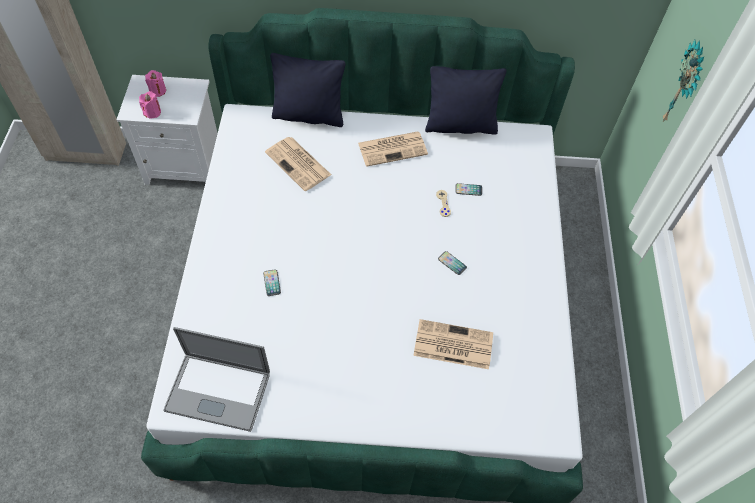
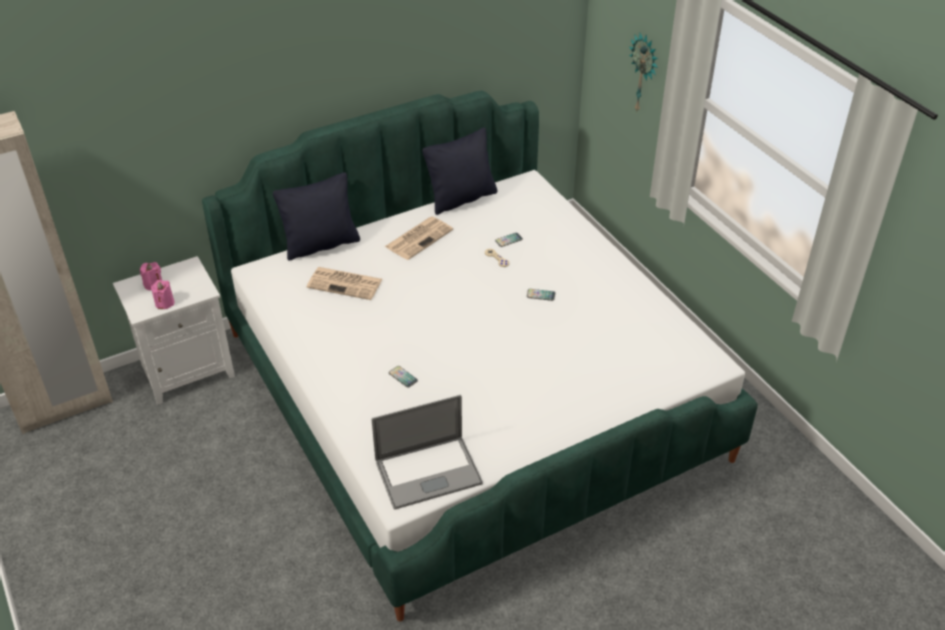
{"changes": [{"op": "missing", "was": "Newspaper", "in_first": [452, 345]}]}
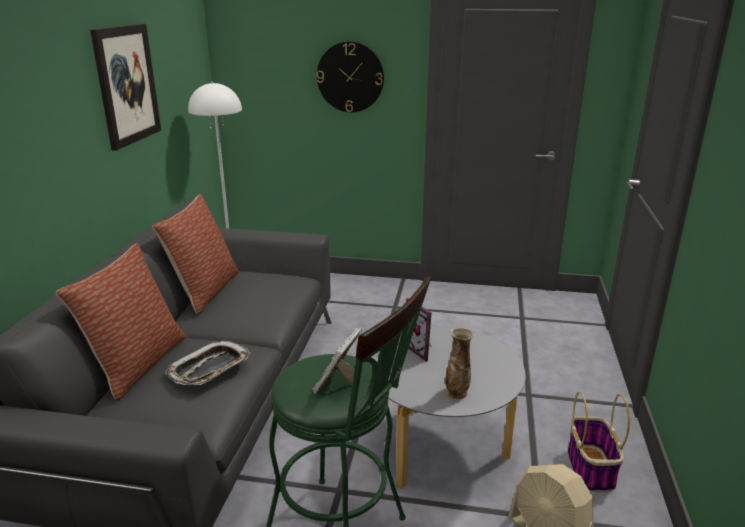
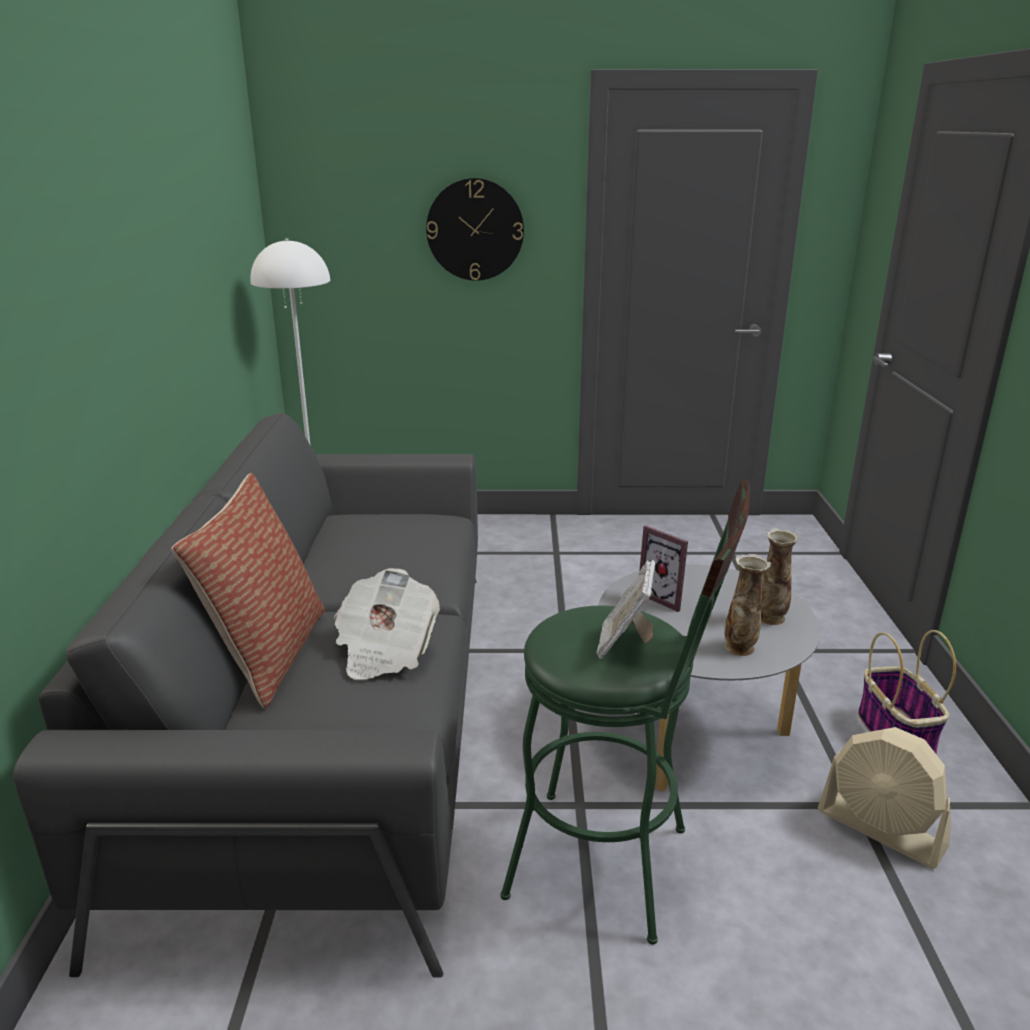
{"changes": [{"op": "missing", "was": "Picture", "in_first": [127, 85]}, {"op": "missing", "was": "Pillow", "in_first": [204, 291]}, {"op": "exchanged", "was": "Tray", "now": "Newspaper", "in_first": [209, 369], "in_second": [385, 649]}, {"op": "appeared", "now": "Vase", "in_second": [770, 618]}]}
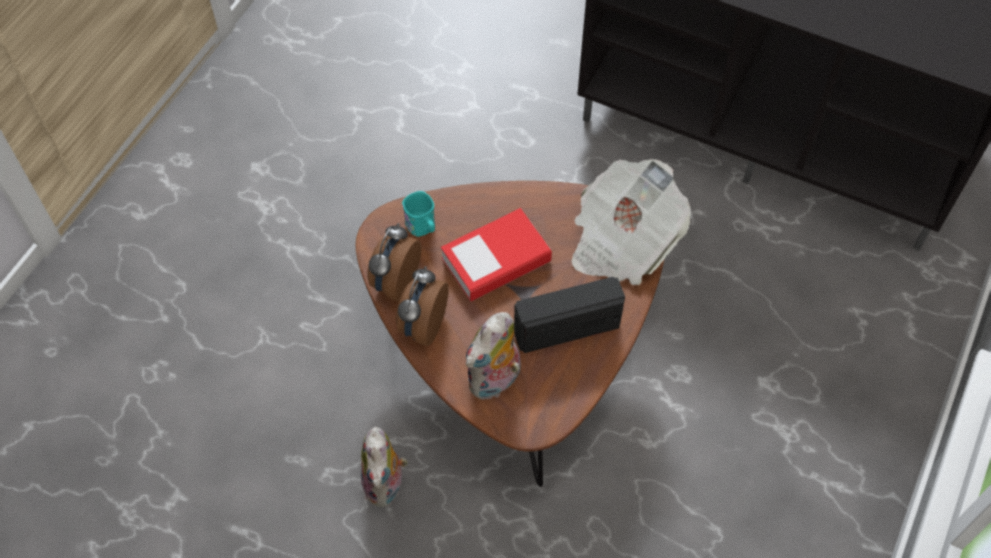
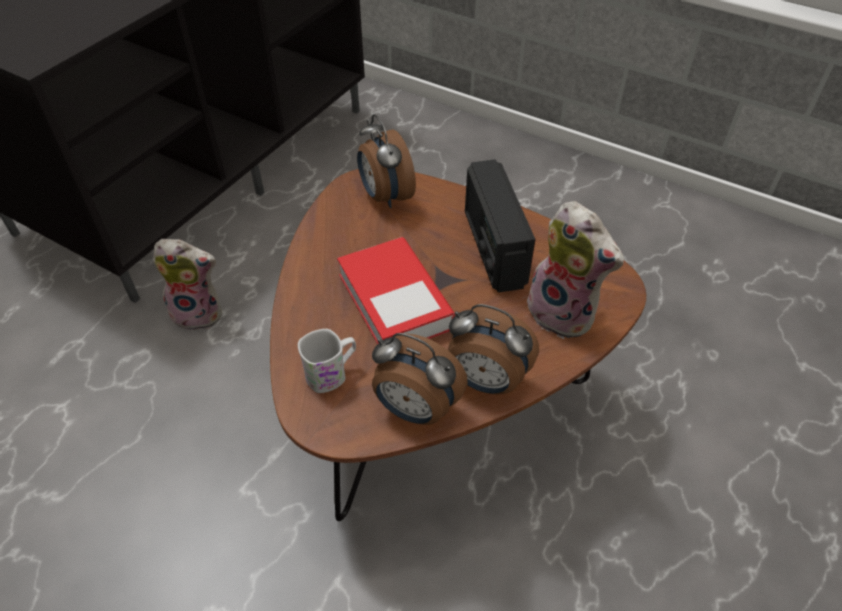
{"changes": [{"op": "relocated", "was": "PlushToy", "in_first": [386, 484], "in_second": [200, 312]}, {"op": "colour", "was": "TurquoiseMug", "now": "WhiteMug", "in_first": [423, 228], "in_second": [332, 373]}, {"op": "exchanged", "was": "Newspaper", "now": "AlarmClock", "in_first": [622, 240], "in_second": [385, 196]}]}
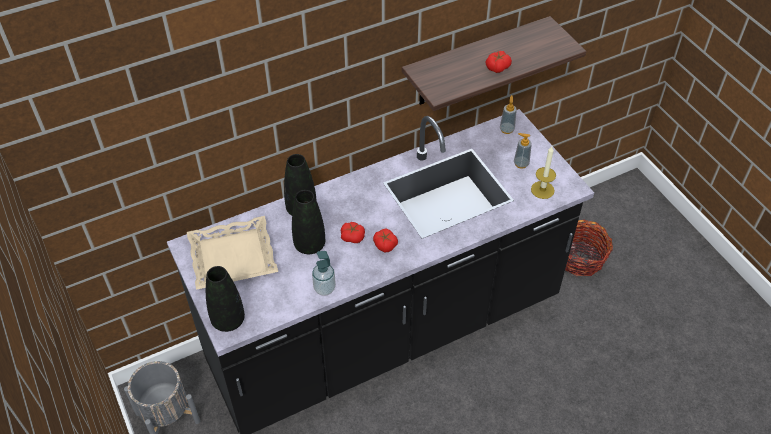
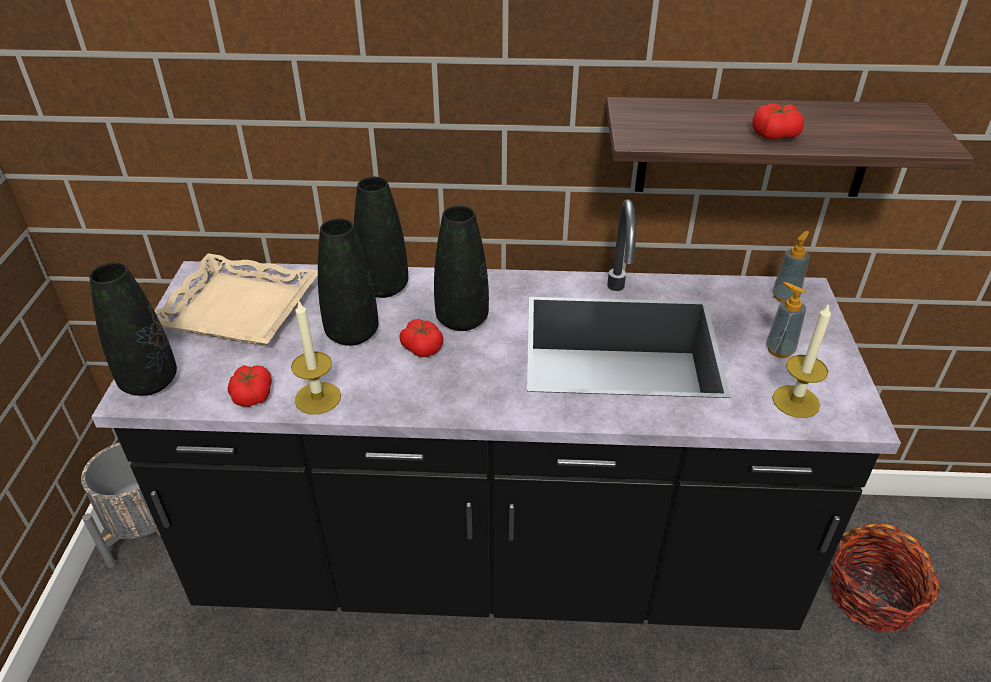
{"changes": [{"op": "exchanged", "was": "SoapDispenser", "now": "Candle", "in_first": [324, 288], "in_second": [318, 398]}, {"op": "relocated", "was": "Tomato", "in_first": [385, 245], "in_second": [252, 395]}, {"op": "appeared", "now": "BlackVase", "in_second": [462, 320]}]}
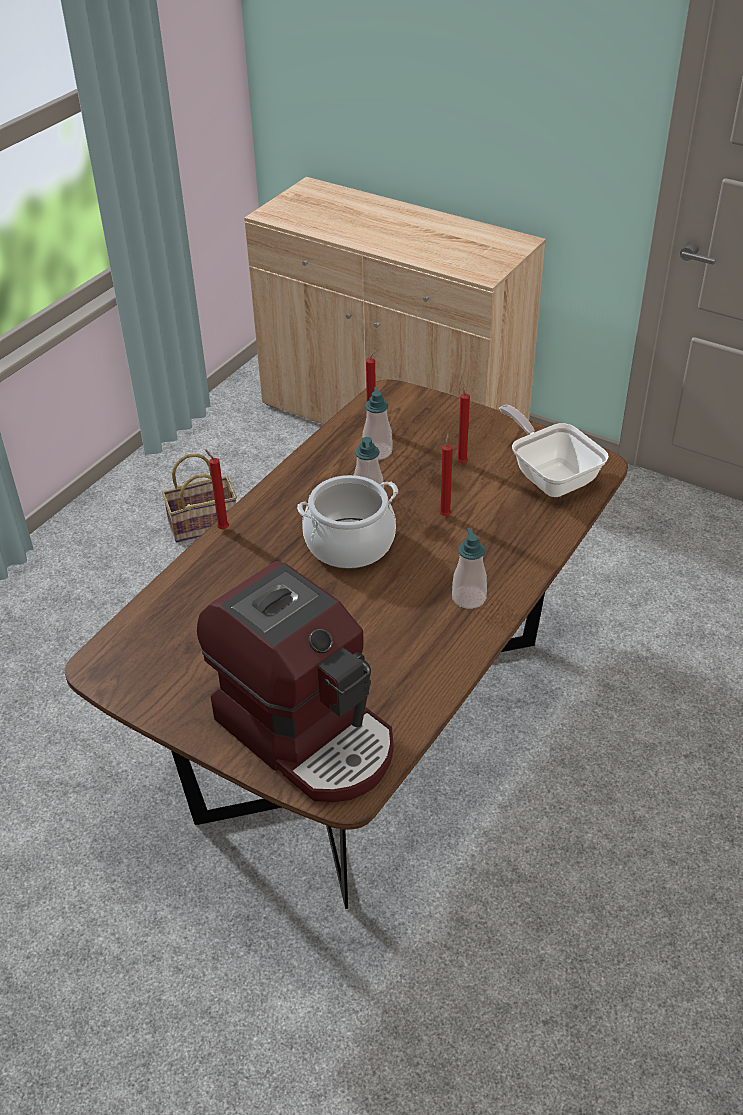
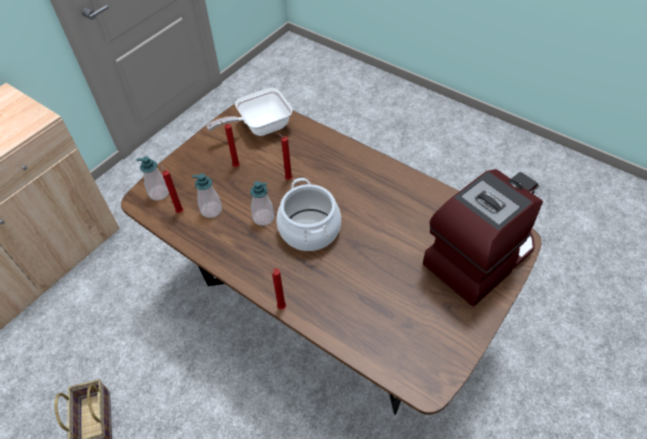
{"changes": [{"op": "relocated", "was": "SoapDispenser", "in_first": [469, 598], "in_second": [159, 193]}]}
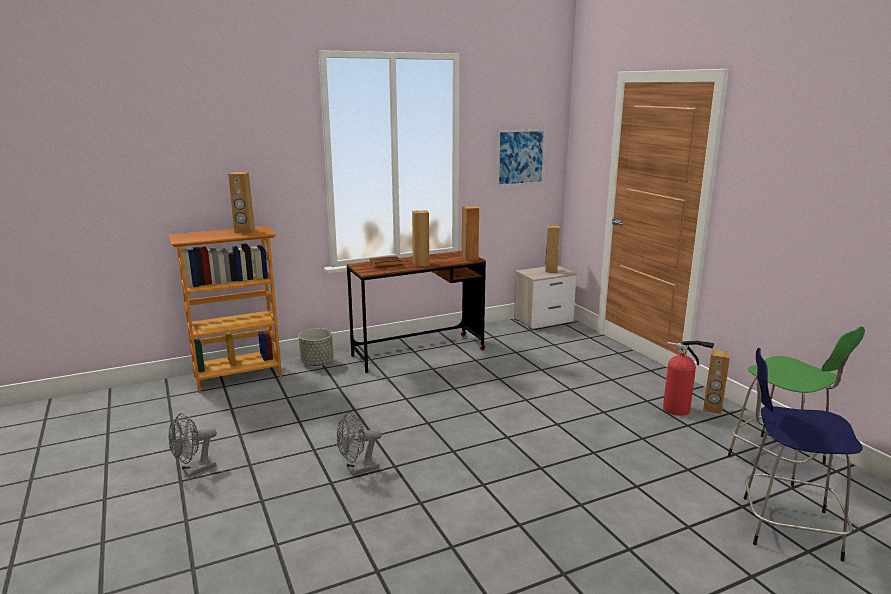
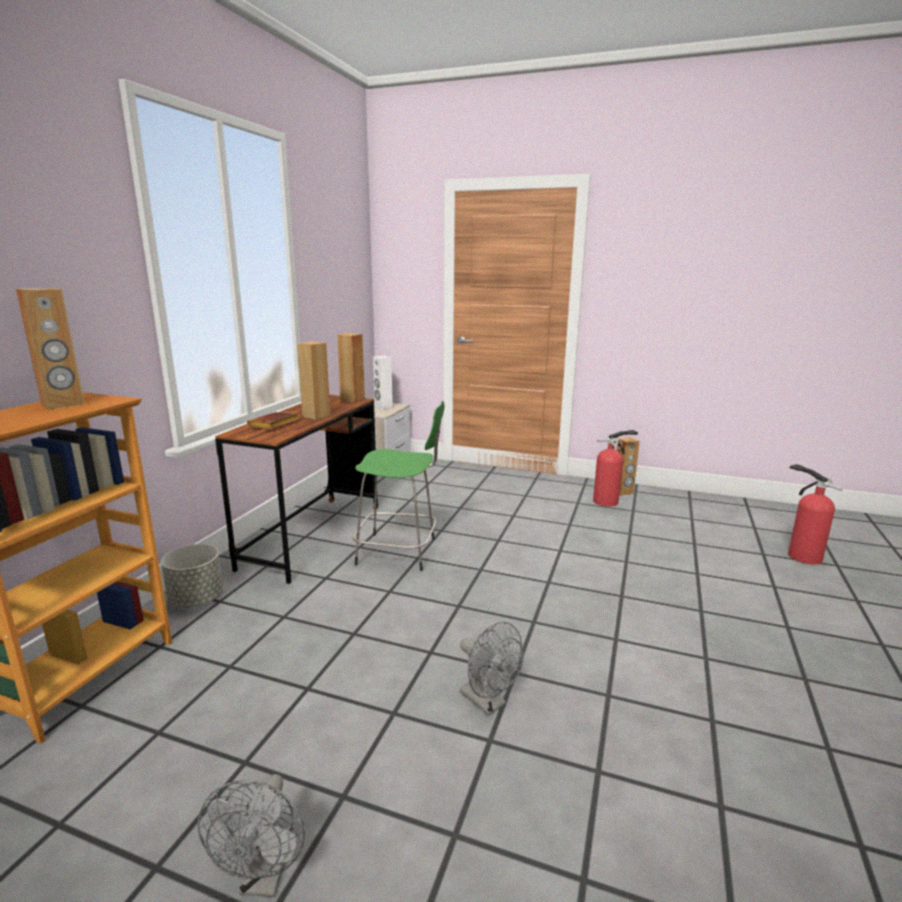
{"changes": [{"op": "spun", "was": "GreyFan", "in_first": [358, 469], "in_second": [488, 702], "clockwise": -60}, {"op": "missing", "was": "Picture", "in_first": [520, 157]}, {"op": "colour", "was": "BrownSpeaker", "now": "WhiteSpeaker", "in_first": [551, 270], "in_second": [383, 407]}, {"op": "relocated", "was": "GreenStool", "in_first": [779, 461], "in_second": [400, 552]}, {"op": "exchanged", "was": "BlueStool", "now": "FireExtinguisher", "in_first": [785, 526], "in_second": [801, 555]}]}
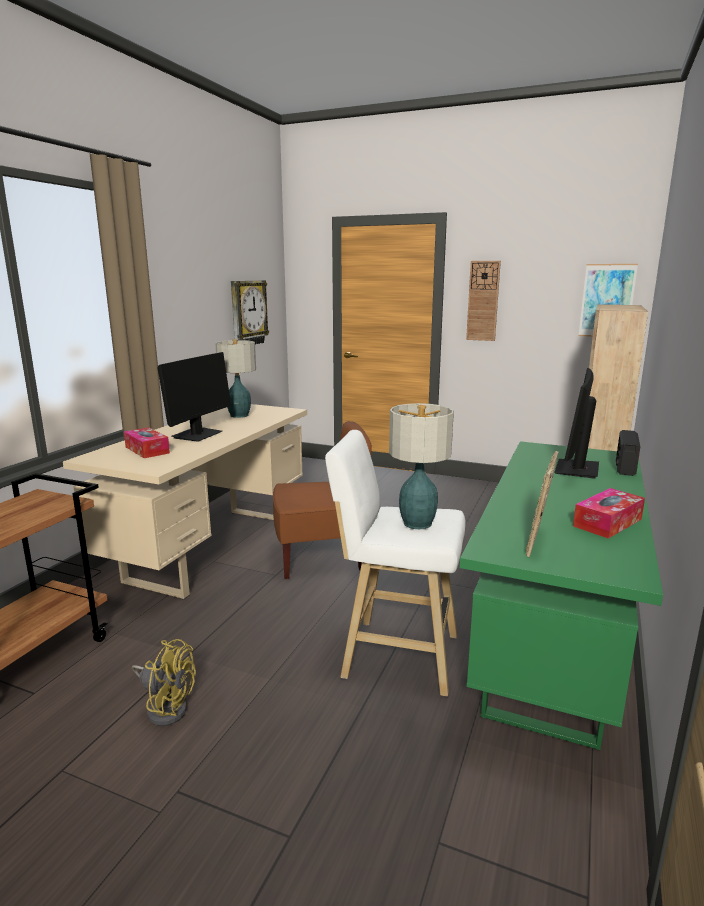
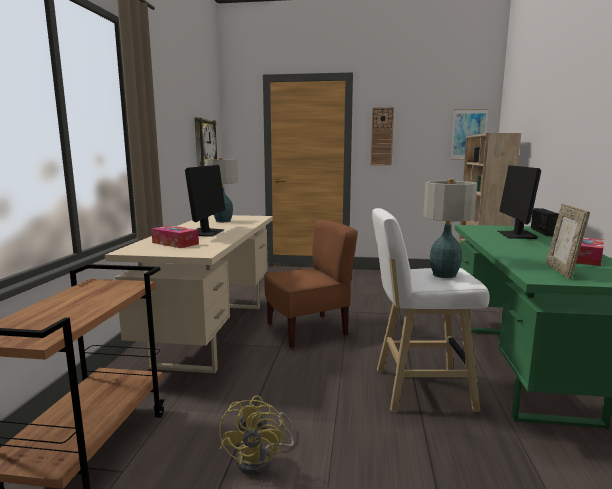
{"changes": [{"op": "spun", "was": "YellowFan", "in_first": [166, 707], "in_second": [262, 459], "clockwise": 90}]}
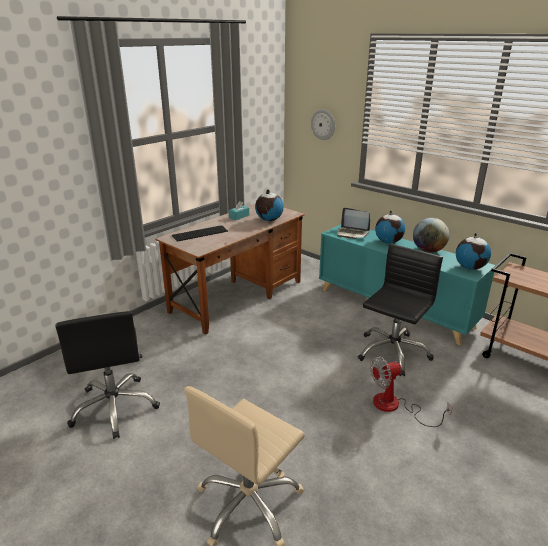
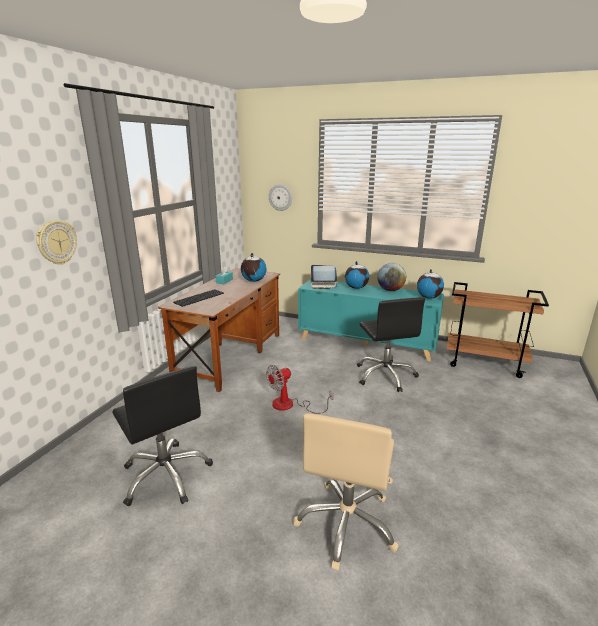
{"changes": [{"op": "spun", "was": "BlackOfficeChair", "in_first": [392, 352], "in_second": [385, 375], "clockwise": 150}, {"op": "relocated", "was": "Fan", "in_first": [395, 406], "in_second": [290, 405]}, {"op": "appeared", "now": "WallClock", "in_second": [56, 242]}]}
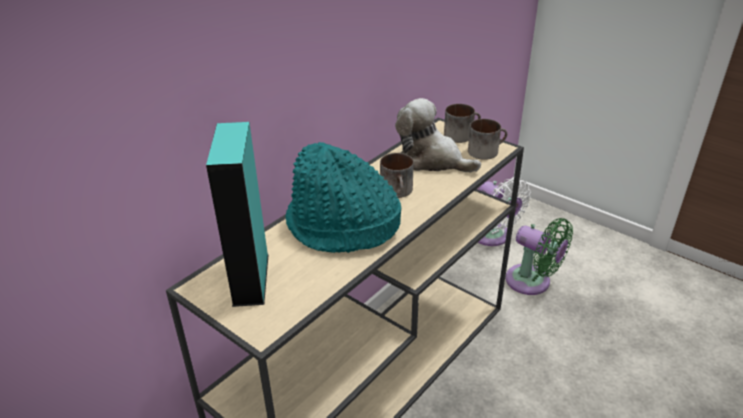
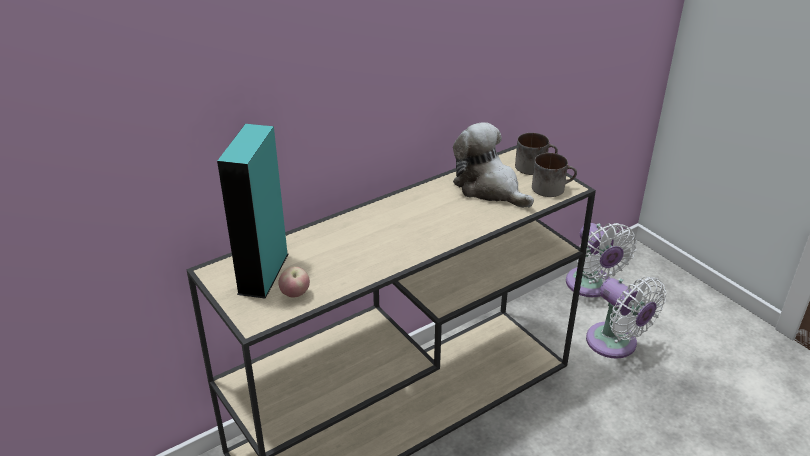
{"changes": [{"op": "missing", "was": "TurquoiseHat", "in_first": [342, 227]}, {"op": "missing", "was": "Mug", "in_first": [398, 191]}, {"op": "colour", "was": "GreenFan", "now": "WhiteFan", "in_first": [532, 282], "in_second": [615, 344]}, {"op": "appeared", "now": "Apple", "in_second": [295, 294]}]}
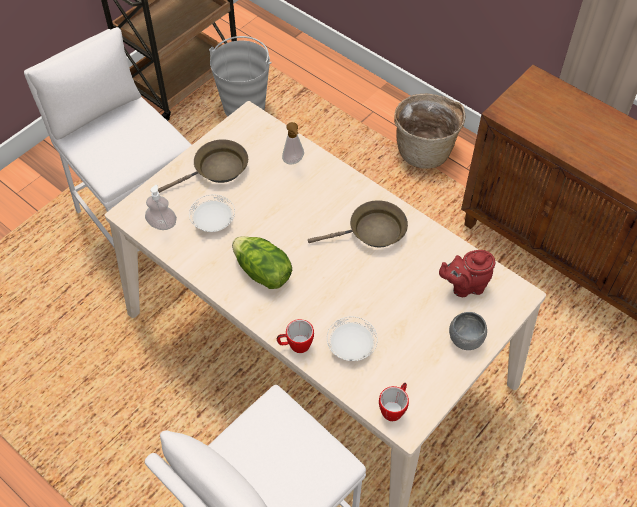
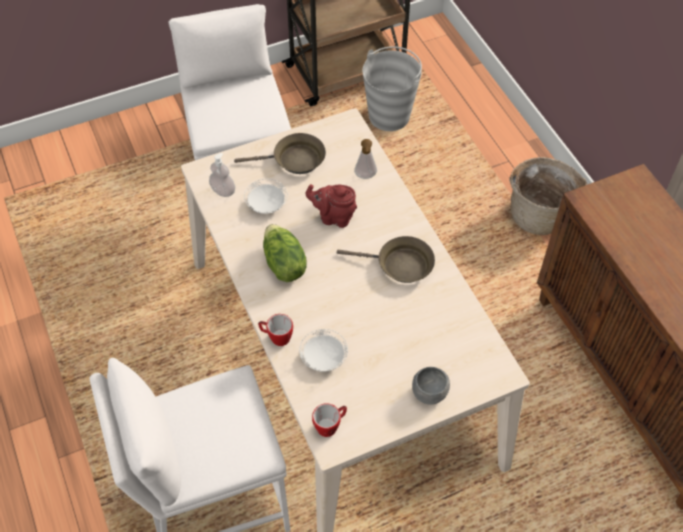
{"changes": [{"op": "relocated", "was": "RedTeapot", "in_first": [465, 286], "in_second": [334, 217]}]}
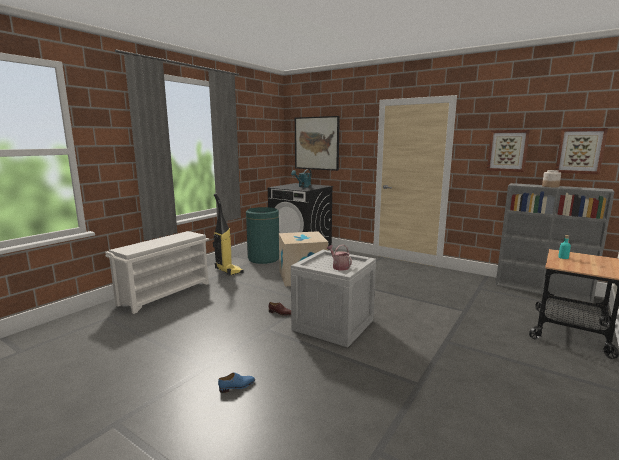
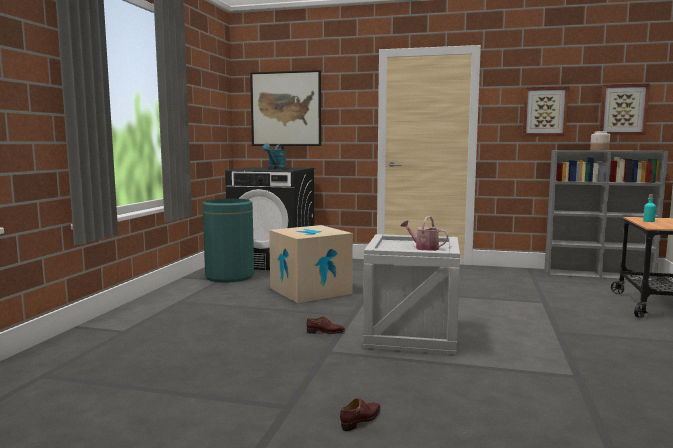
{"changes": [{"op": "missing", "was": "WhiteShoeRack", "in_first": [165, 293]}, {"op": "missing", "was": "VacuumCleaner", "in_first": [228, 271]}, {"op": "colour", "was": "BlueShoe", "now": "BrownShoe", "in_first": [237, 386], "in_second": [361, 420]}]}
